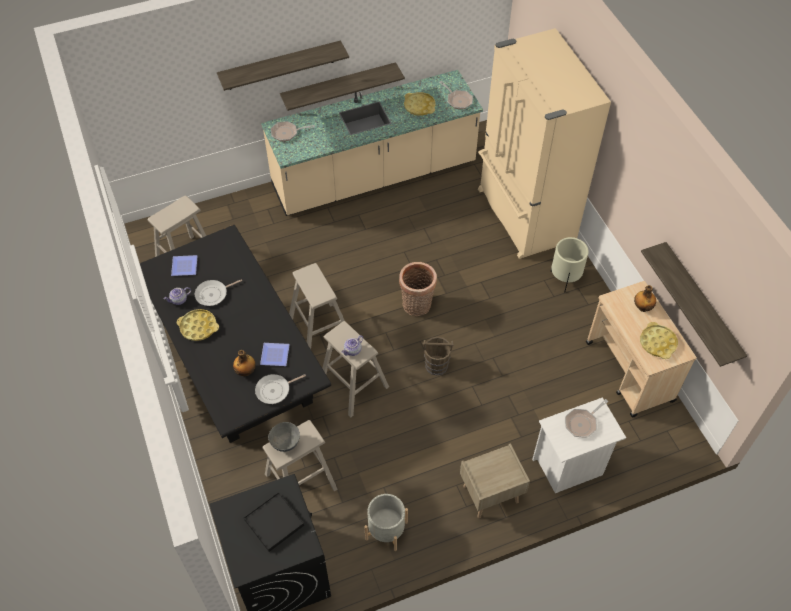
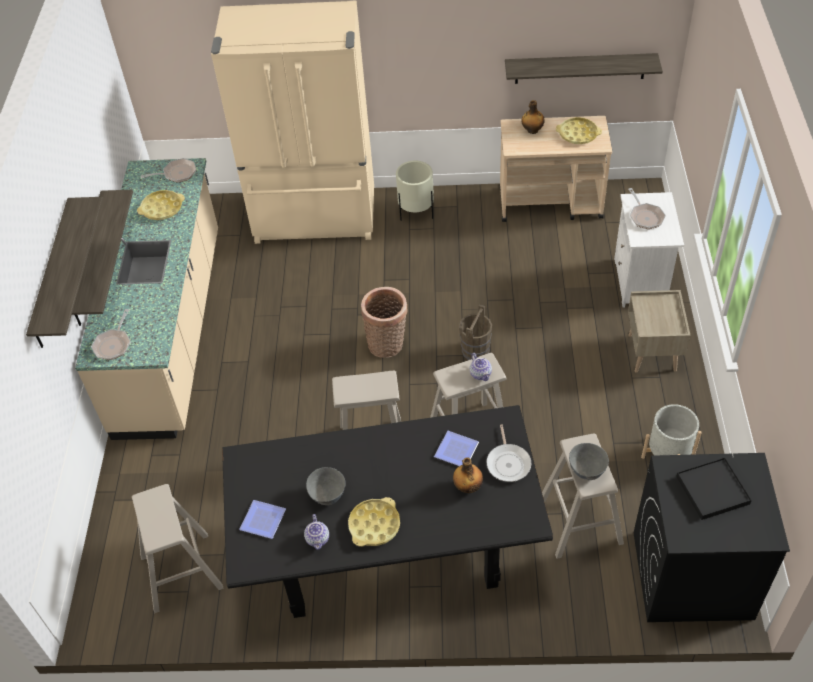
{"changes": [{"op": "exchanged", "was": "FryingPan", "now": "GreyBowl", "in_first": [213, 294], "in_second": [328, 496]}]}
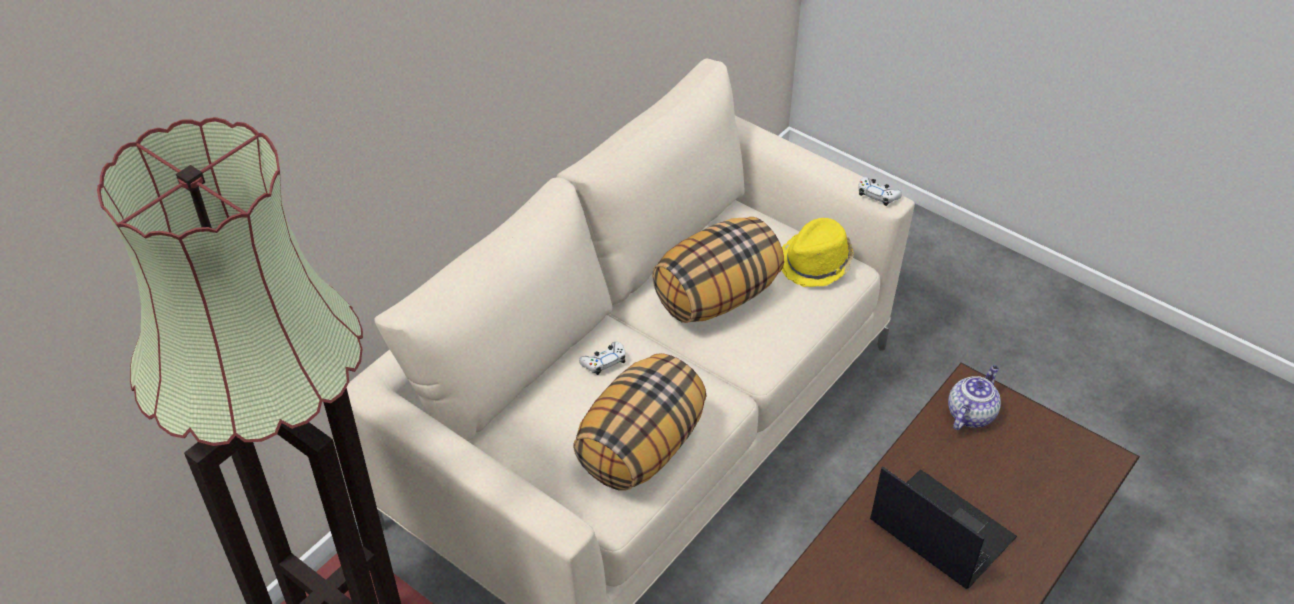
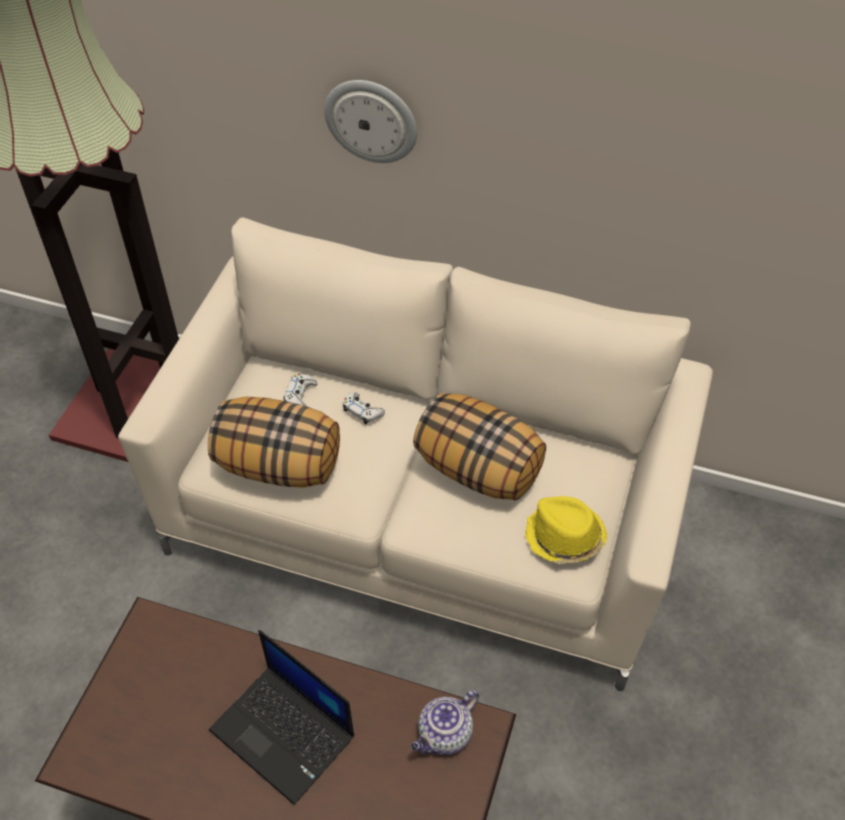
{"changes": [{"op": "relocated", "was": "WhiteGameController", "in_first": [878, 195], "in_second": [300, 396]}, {"op": "spun", "was": "Laptop", "in_first": [939, 529], "in_second": [285, 733], "clockwise": 105}, {"op": "spun", "was": "Teapot", "in_first": [970, 413], "in_second": [444, 735], "clockwise": 120}, {"op": "appeared", "now": "WallClock", "in_second": [371, 120]}]}
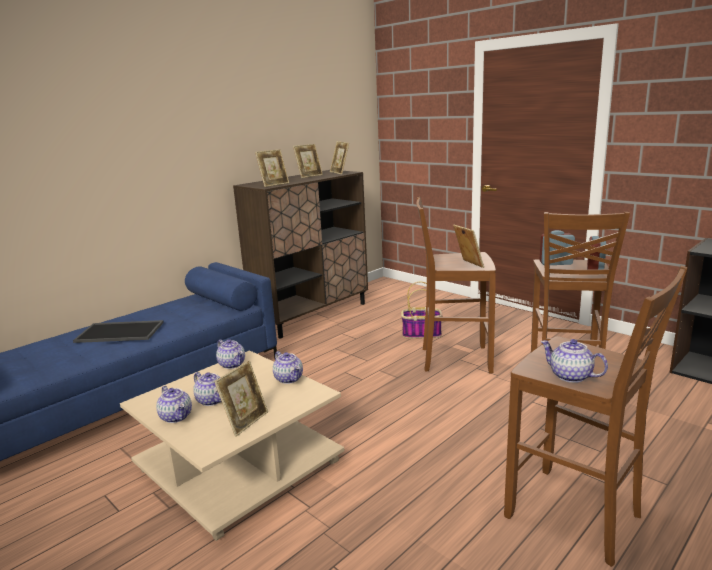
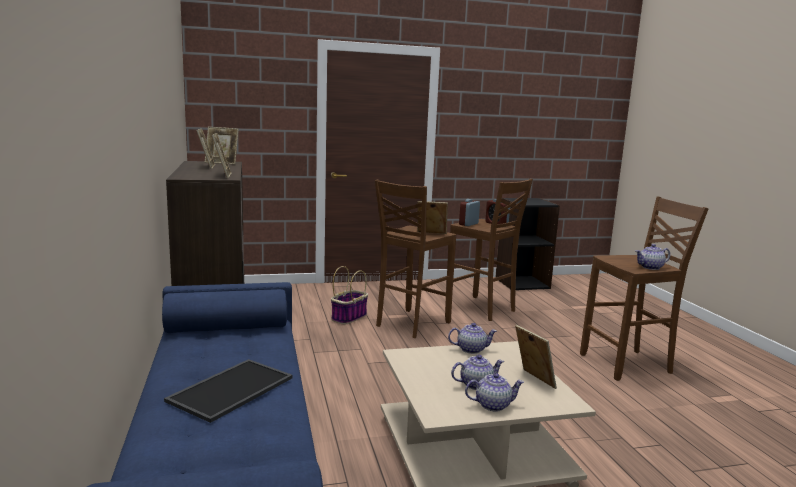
{"changes": [{"op": "missing", "was": "Teapot", "in_first": [232, 364]}]}
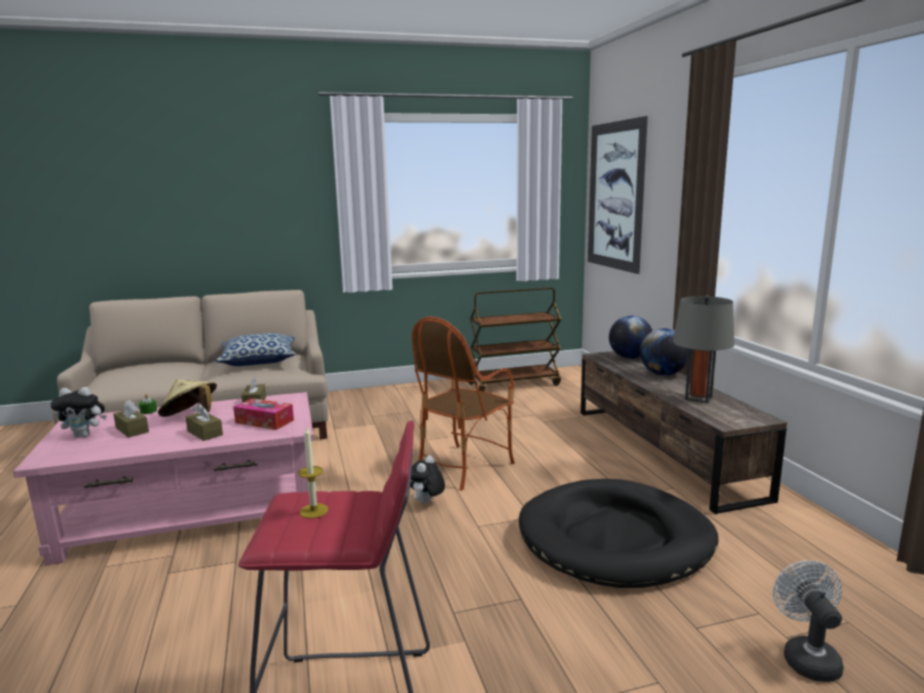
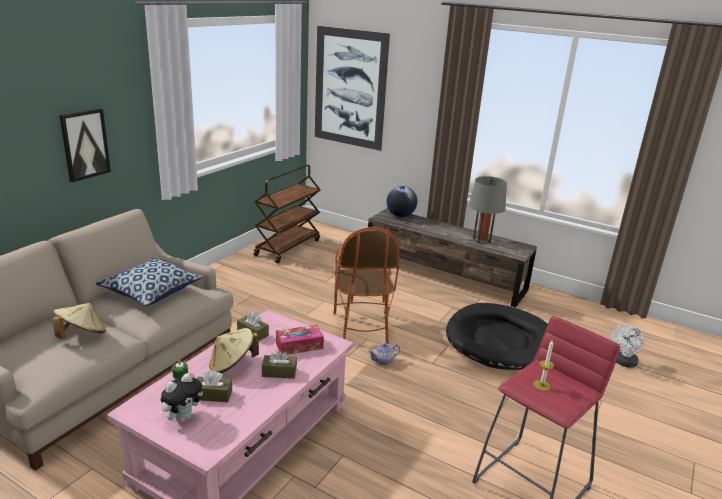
{"changes": [{"op": "exchanged", "was": "PlushToy", "now": "Teapot", "in_first": [427, 503], "in_second": [383, 361]}, {"op": "missing", "was": "Globe", "in_first": [663, 374]}, {"op": "spun", "was": "WhiteFan", "in_first": [806, 657], "in_second": [623, 362], "clockwise": -90}, {"op": "appeared", "now": "BeigeHat", "in_second": [82, 335]}, {"op": "appeared", "now": "Picture", "in_second": [85, 144]}]}
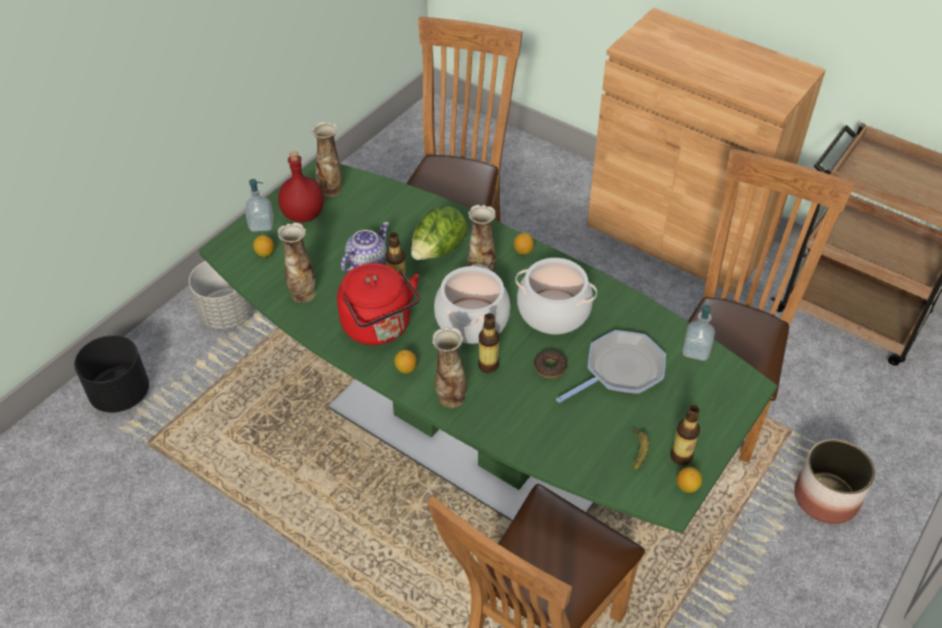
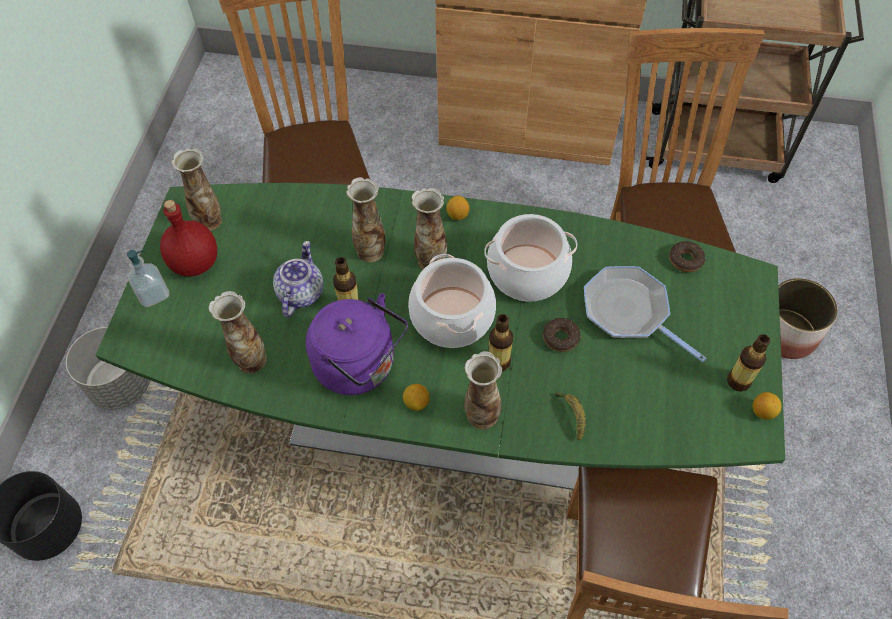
{"changes": [{"op": "missing", "was": "Lemon", "in_first": [265, 253]}, {"op": "colour", "was": "RedKettle", "now": "PurpleKettle", "in_first": [379, 328], "in_second": [360, 366]}, {"op": "exchanged", "was": "Lettuce", "now": "Vase", "in_first": [438, 251], "in_second": [370, 250]}, {"op": "spun", "was": "FryingPan", "in_first": [620, 370], "in_second": [629, 311], "clockwise": -75}, {"op": "relocated", "was": "Banana", "in_first": [639, 451], "in_second": [572, 415]}, {"op": "exchanged", "was": "SoapDispenser", "now": "Donut", "in_first": [696, 351], "in_second": [685, 260]}]}
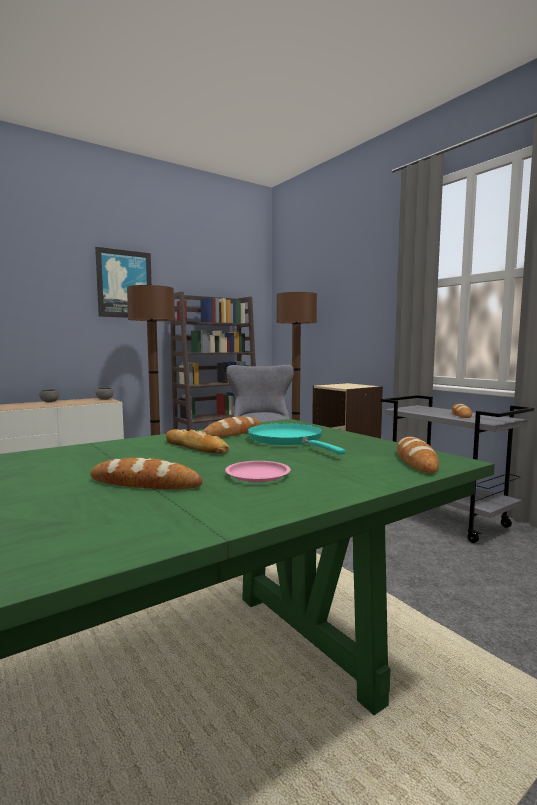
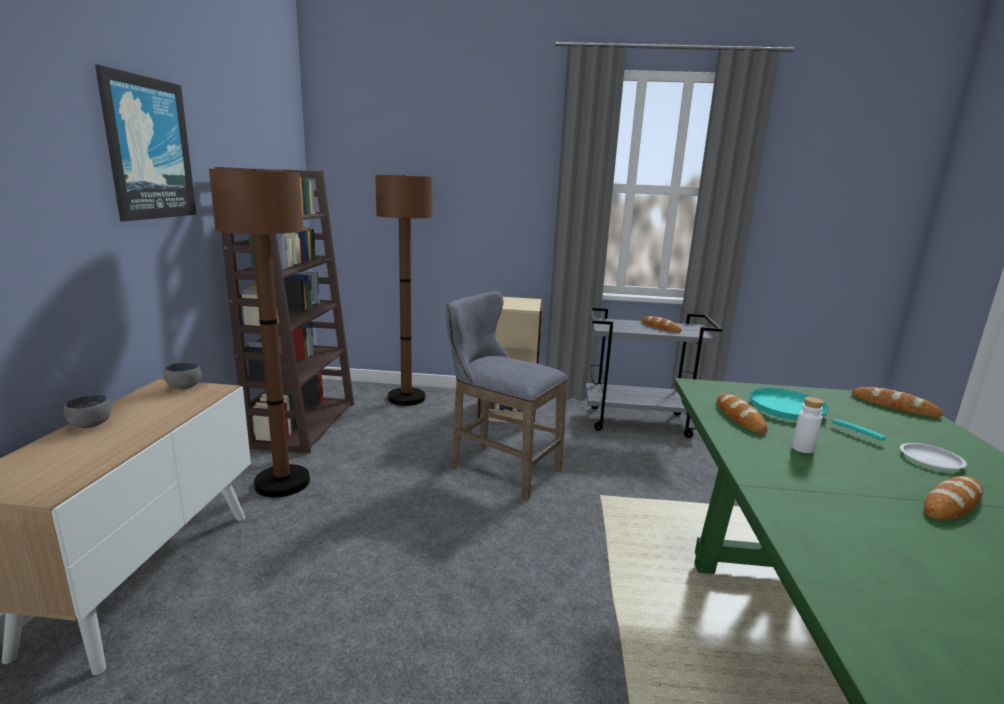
{"changes": [{"op": "exchanged", "was": "Bread", "now": "WhiteBottle", "in_first": [195, 447], "in_second": [802, 448]}, {"op": "colour", "was": "PinkPlate", "now": "WhitePlate", "in_first": [257, 475], "in_second": [930, 460]}, {"op": "spun", "was": "TurquoiseFryingPan", "in_first": [288, 440], "in_second": [792, 411], "clockwise": 45}]}
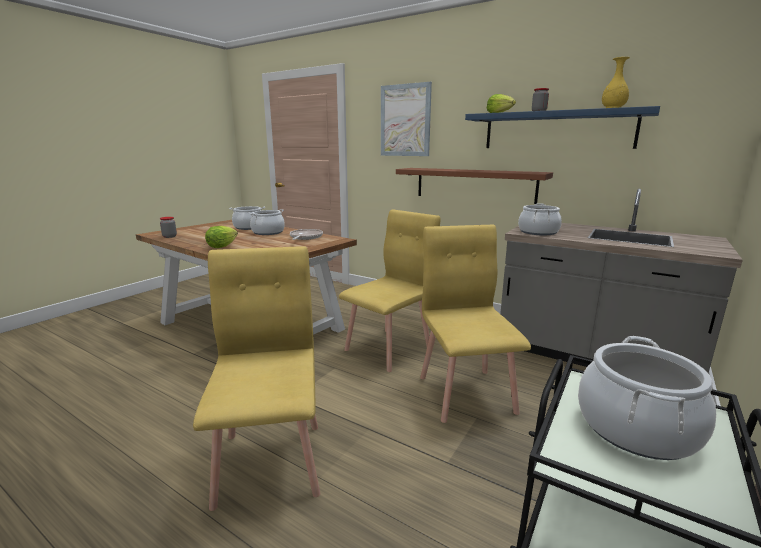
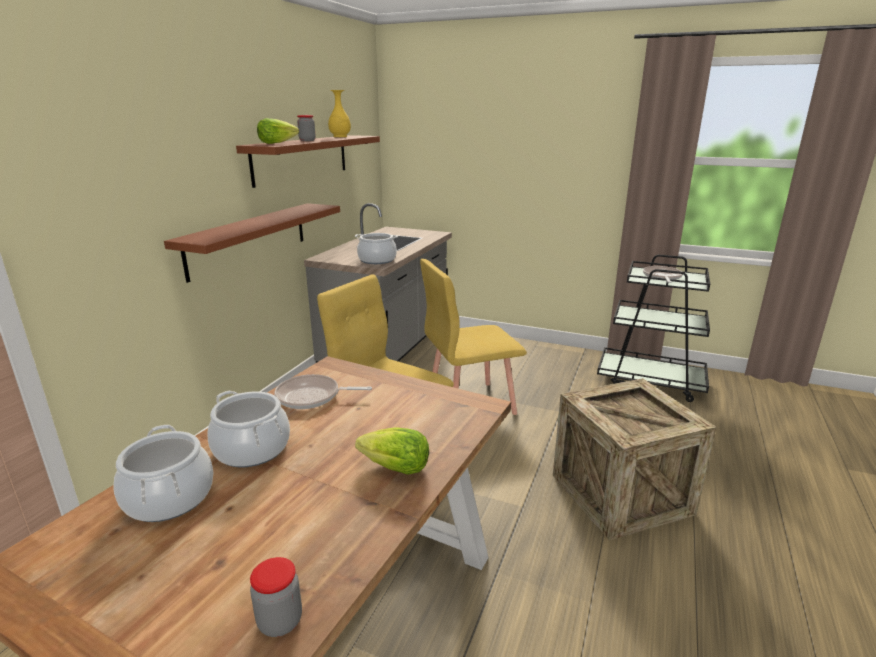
{"changes": [{"op": "exchanged", "was": "YellowChair", "now": "Crate", "in_first": [271, 461], "in_second": [620, 494]}, {"op": "missing", "was": "Picture", "in_first": [405, 120]}, {"op": "colour", "was": "BlueShelf", "now": "BrownShelf", "in_first": [557, 130], "in_second": [302, 159]}, {"op": "exchanged", "was": "CookingPot", "now": "FryingPan", "in_first": [635, 427], "in_second": [662, 277]}]}
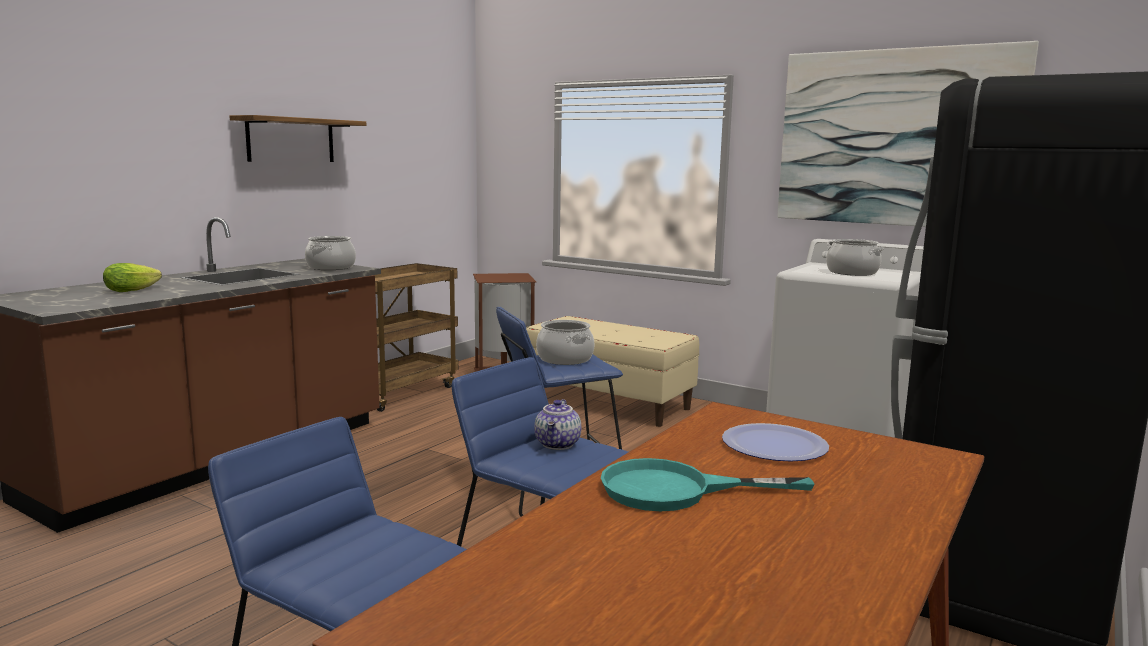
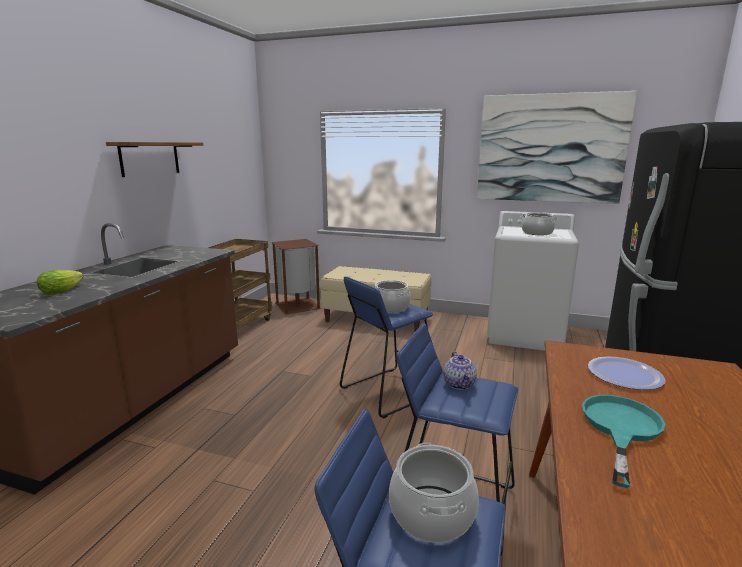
{"changes": [{"op": "relocated", "was": "CookingPot", "in_first": [331, 267], "in_second": [432, 513]}, {"op": "spun", "was": "TurquoiseFryingPan", "in_first": [676, 490], "in_second": [620, 429], "clockwise": 135}]}
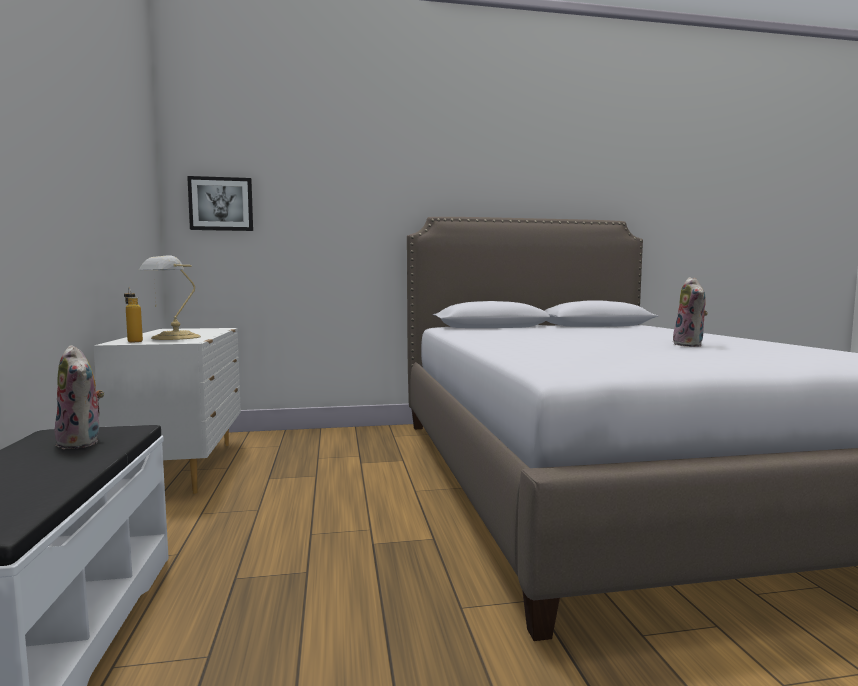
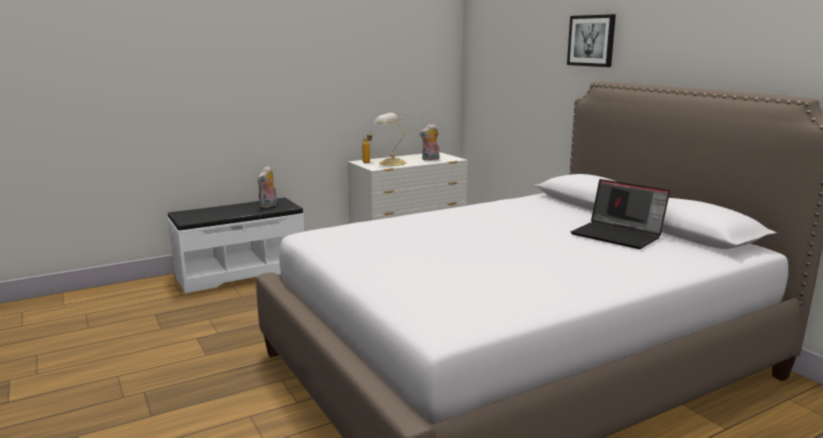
{"changes": [{"op": "relocated", "was": "Picture", "in_first": [221, 204], "in_second": [591, 40]}, {"op": "relocated", "was": "PlushToy", "in_first": [690, 345], "in_second": [430, 159]}, {"op": "appeared", "now": "Laptop", "in_second": [618, 235]}]}
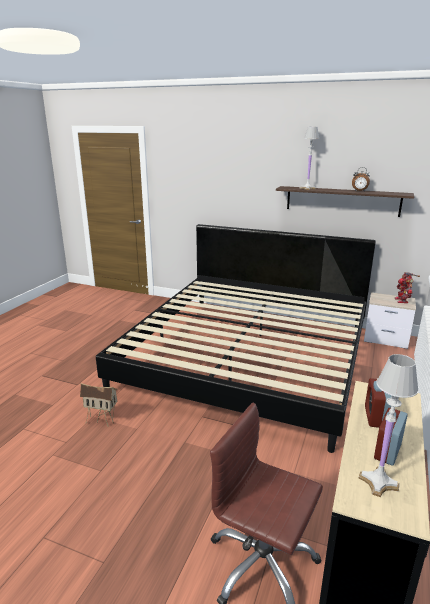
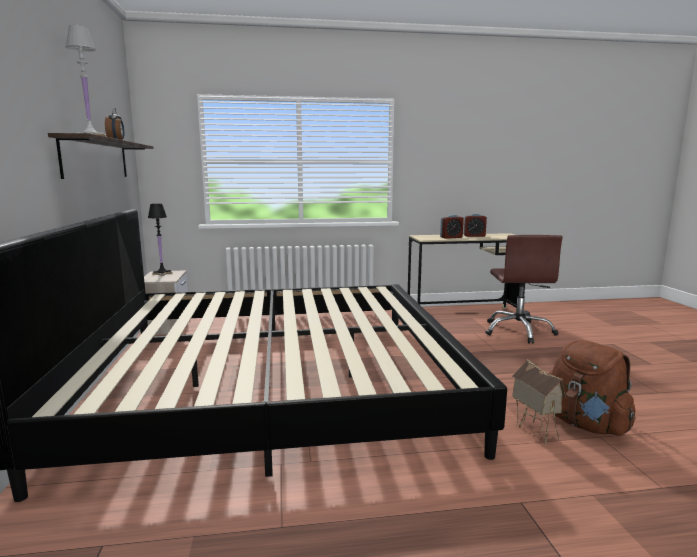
{"changes": [{"op": "missing", "was": "WhiteTableLamp", "in_first": [378, 481]}, {"op": "exchanged", "was": "ToyRobot", "now": "BlackTableLamp", "in_first": [402, 300], "in_second": [162, 273]}, {"op": "appeared", "now": "BrownBackpack", "in_second": [585, 424]}]}
